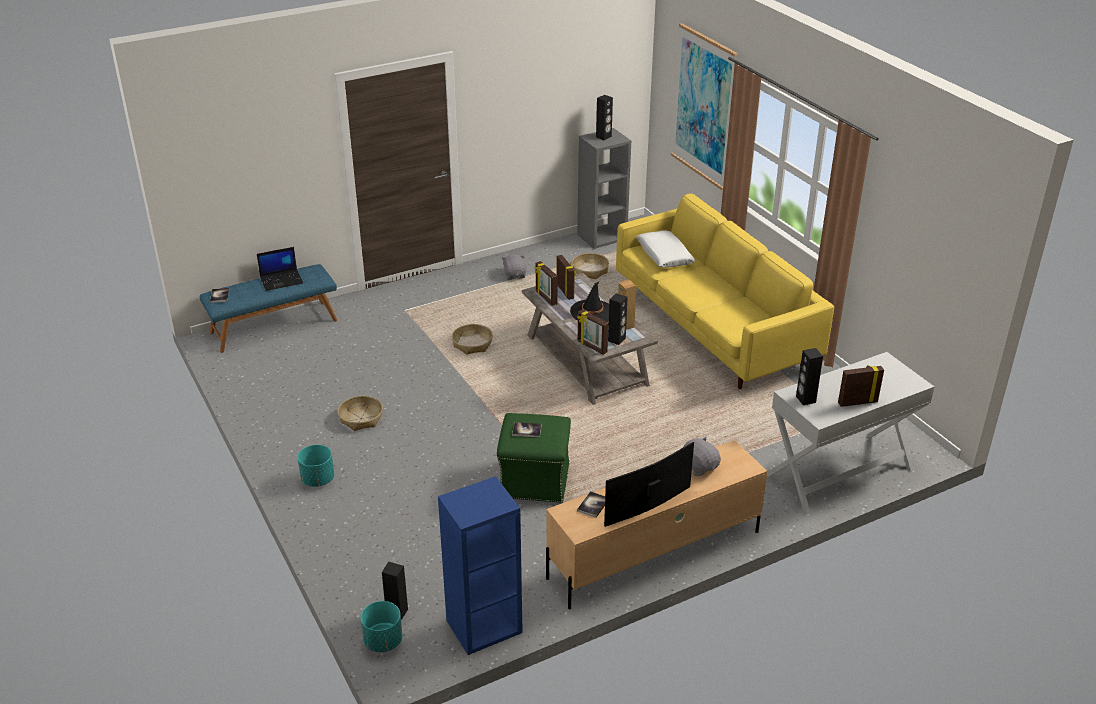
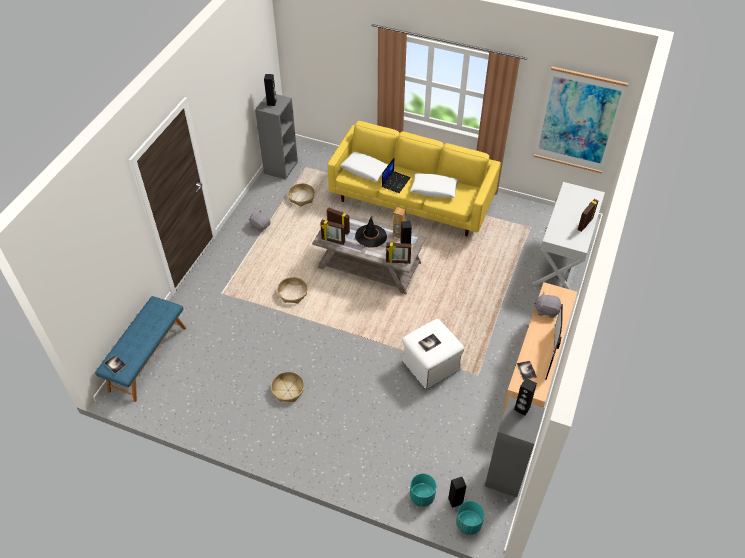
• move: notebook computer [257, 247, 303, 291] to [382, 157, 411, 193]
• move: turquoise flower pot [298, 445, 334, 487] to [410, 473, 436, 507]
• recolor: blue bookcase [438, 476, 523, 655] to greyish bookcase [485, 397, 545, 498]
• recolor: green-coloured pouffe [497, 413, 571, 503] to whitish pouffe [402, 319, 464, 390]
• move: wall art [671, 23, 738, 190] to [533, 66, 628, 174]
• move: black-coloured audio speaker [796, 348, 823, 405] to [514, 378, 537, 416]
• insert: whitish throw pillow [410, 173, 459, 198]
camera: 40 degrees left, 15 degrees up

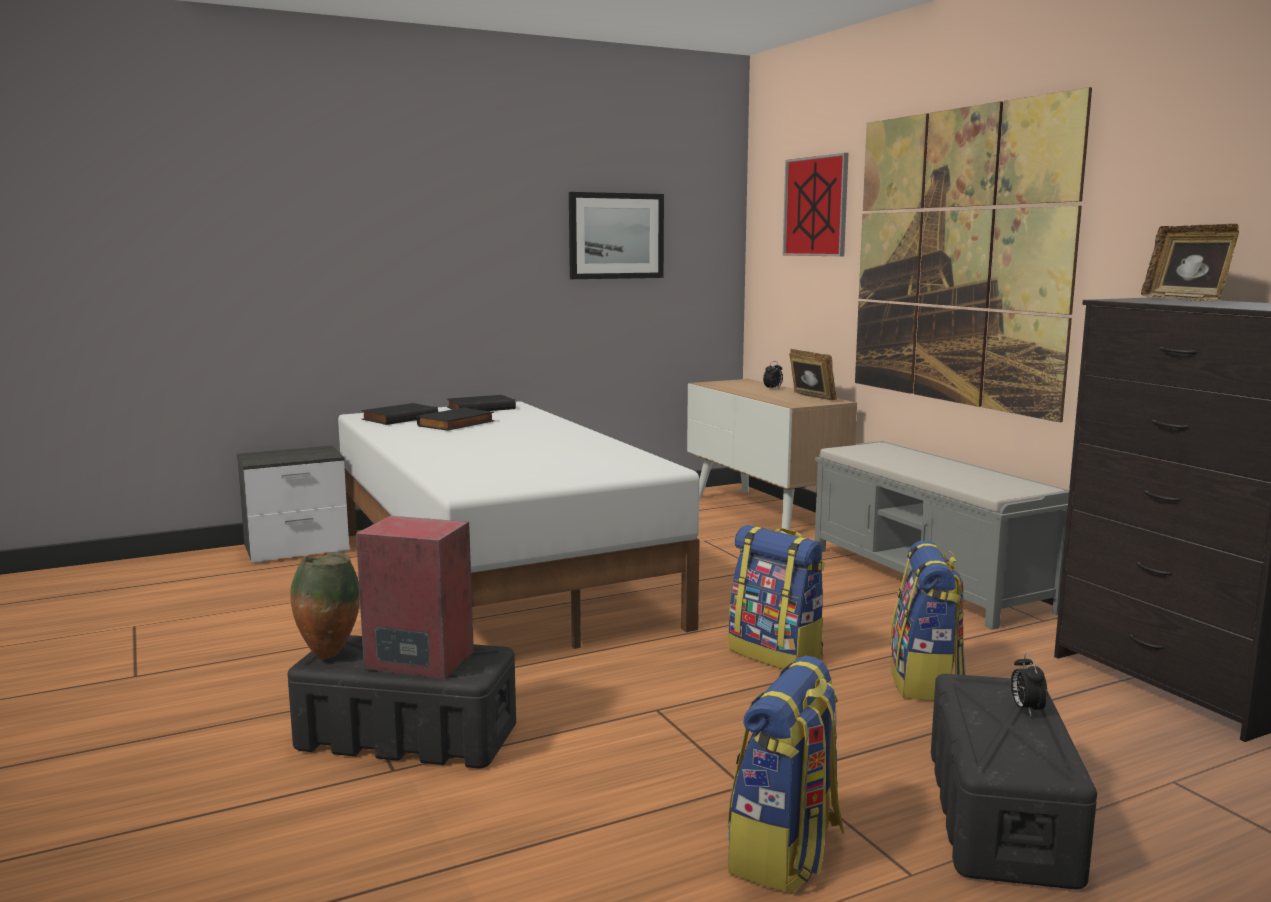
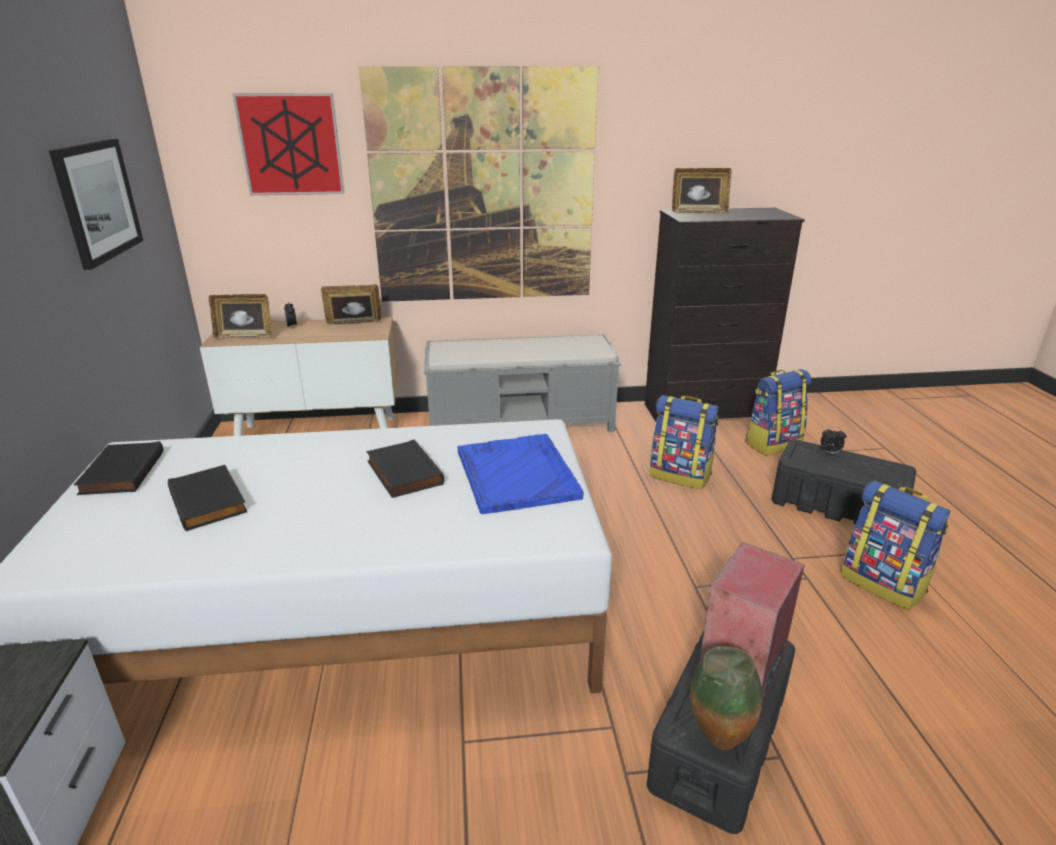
• move: black-coloured book [361, 403, 438, 425] to [366, 440, 444, 498]
• move: rucksack [729, 525, 825, 669] to [746, 369, 811, 455]
• insert: photo frame [209, 294, 272, 339]
• insert: blue tray [457, 434, 584, 514]
camera: 70 degrees left, 15 degrees up

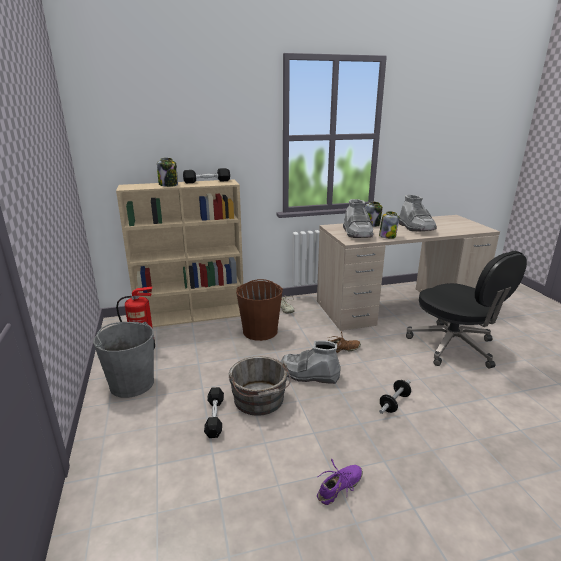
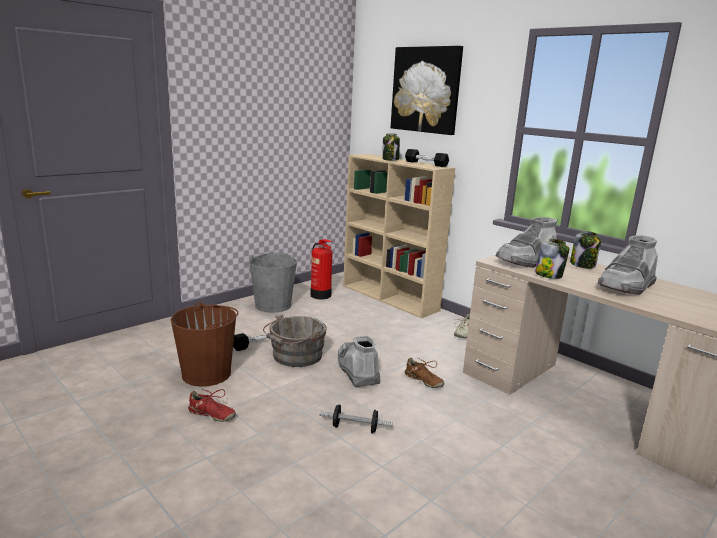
• move: brown bucket [236, 279, 283, 341] to [171, 302, 238, 387]
• recolor: purple low shoe [317, 459, 363, 505] to red-coloured low shoe [188, 389, 236, 422]
• delete: black-coloured computer chair [406, 251, 527, 369]
• insert: wall art [391, 46, 463, 135]
camera: 60 degrees right, 5 degrees down

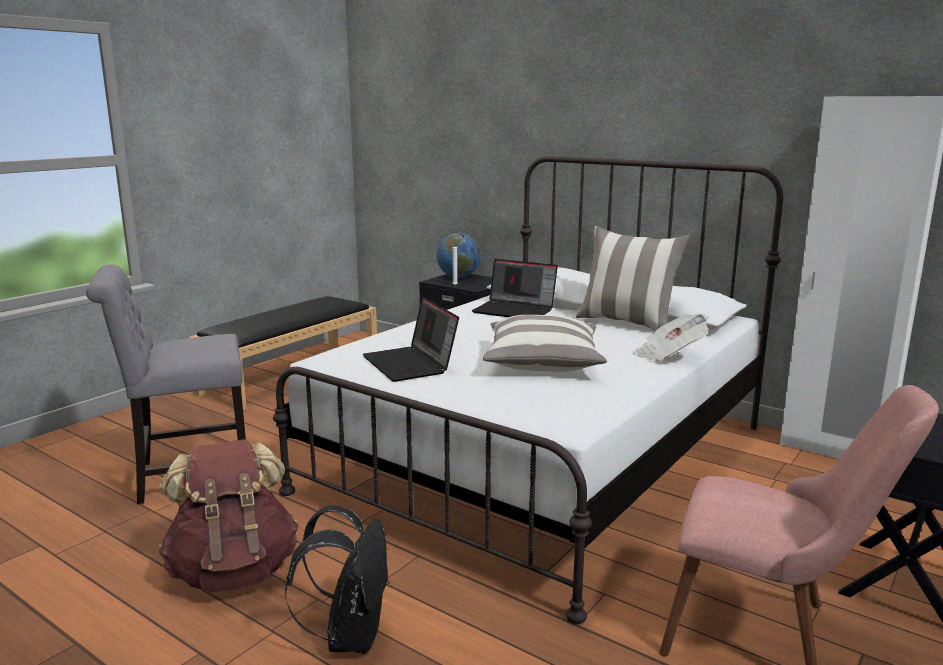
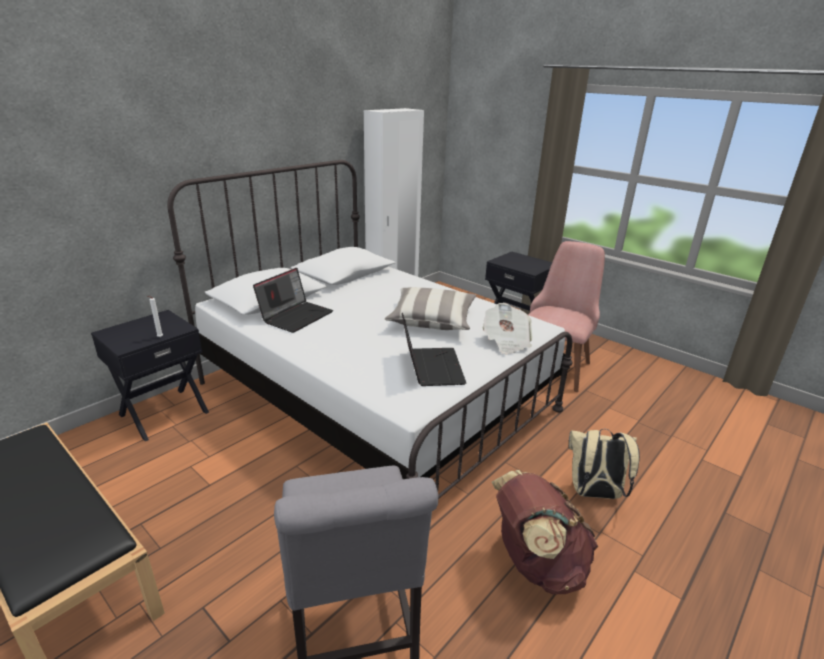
• recolor: black-coloured rucksack [285, 505, 390, 654] to beige-coloured rucksack [569, 429, 640, 499]
• rotate: notebook computer [362, 297, 459, 382] = [402, 312, 466, 386] 75 degrees counterclockwise
• delete: desk globe [437, 233, 481, 278]
• delete: throw pillow [576, 226, 690, 331]
• move: daily paper [633, 314, 709, 361] to [483, 303, 533, 355]
camera: 85 degrees left, 10 degrees up

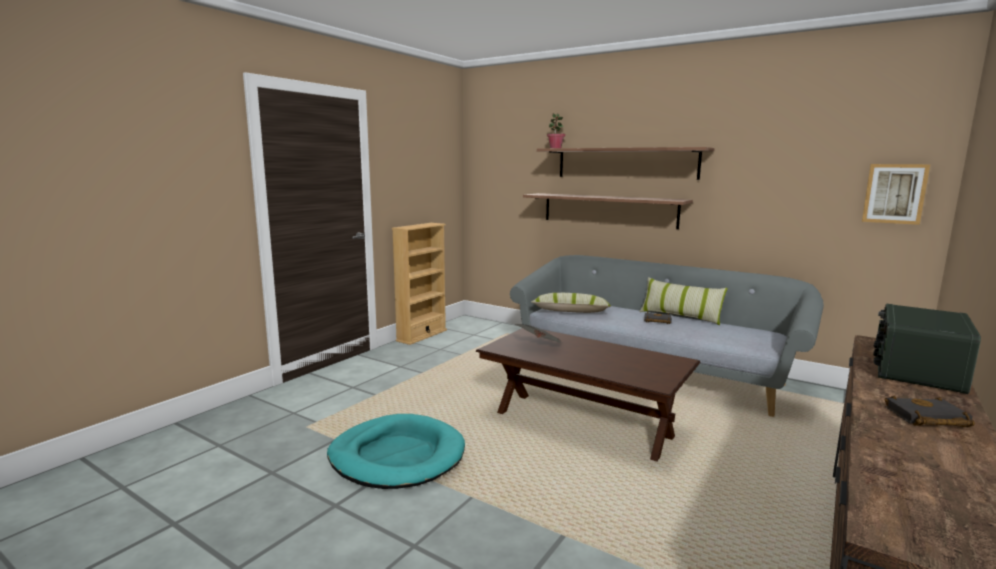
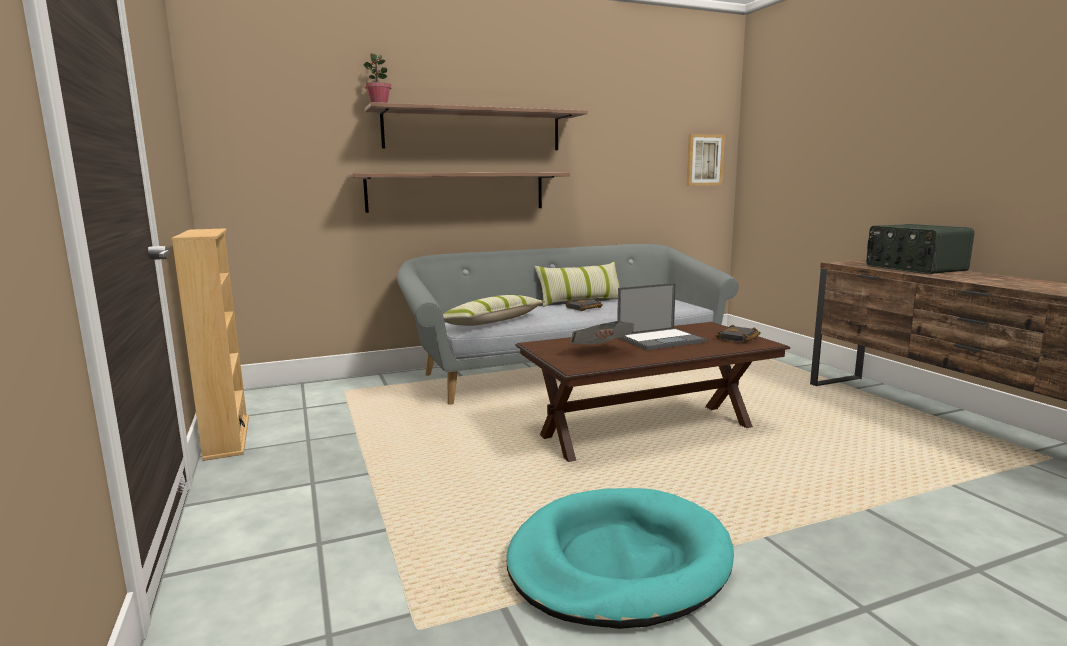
• move: black-coloured book [885, 396, 975, 427] to [715, 325, 761, 343]
• insert: notebook computer [617, 283, 707, 350]
camera: 55 degrees left, 0 degrees up

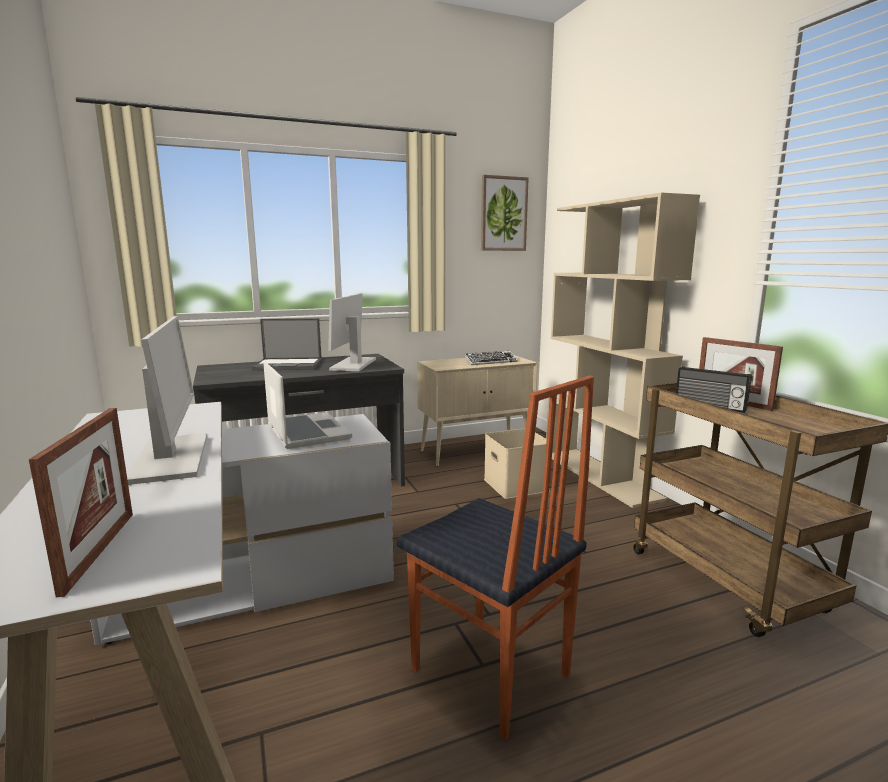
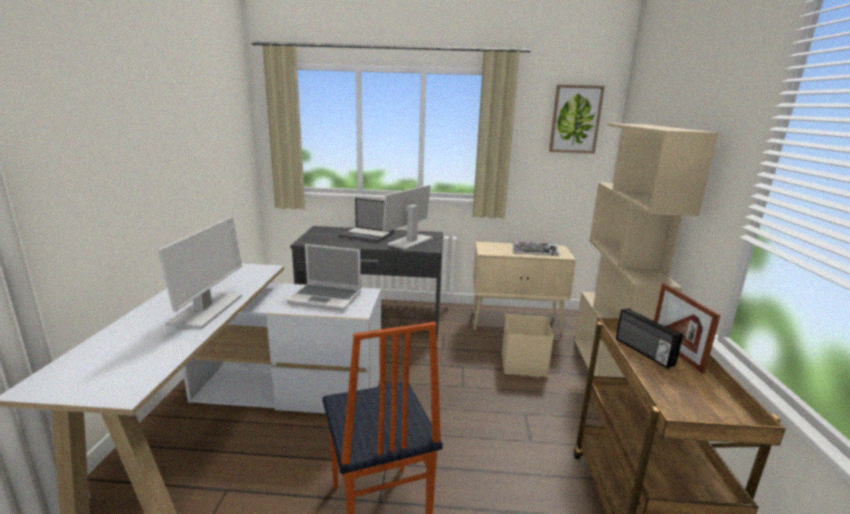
• delete: photo frame [29, 408, 133, 597]
• rotate: notebook computer [263, 362, 352, 449] = [287, 244, 361, 311] 105 degrees clockwise
camera: 25 degrees right, 5 degrees up

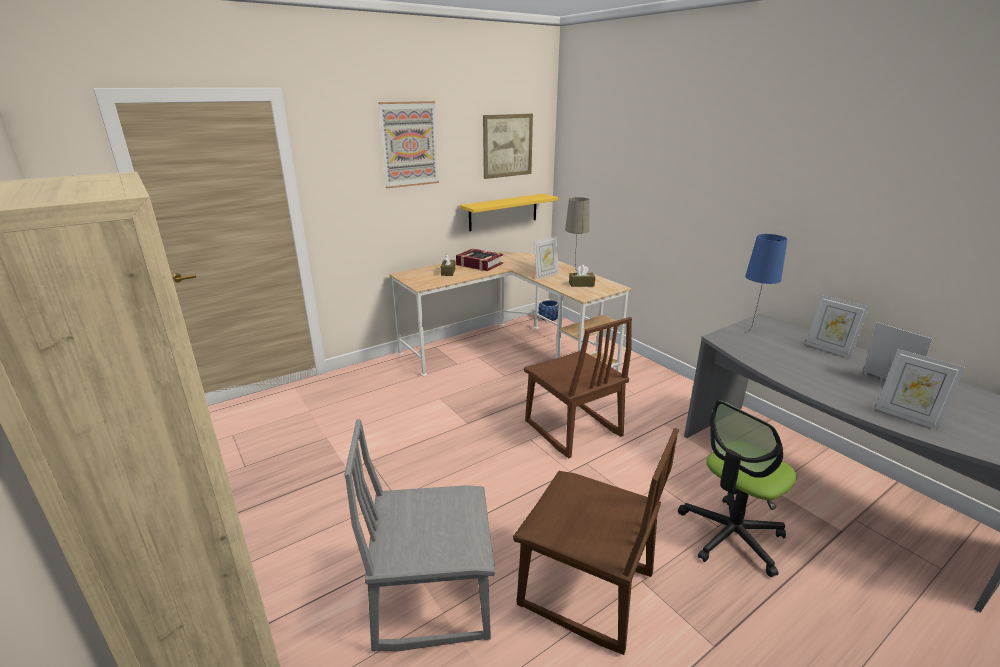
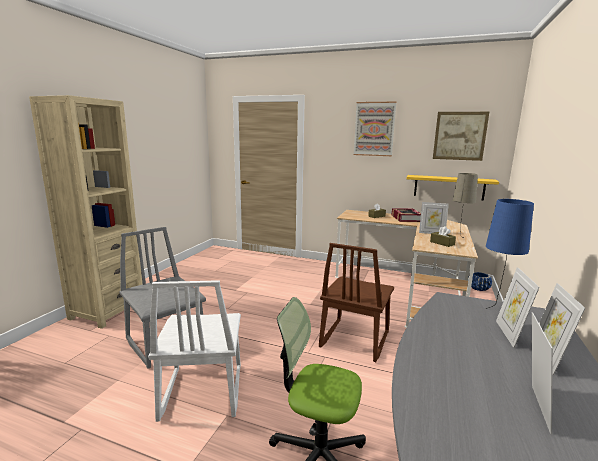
• recolor: brown upright chair [513, 428, 679, 655] to whitish upright chair [148, 280, 241, 422]
• move: photo frame [875, 349, 965, 430] to [496, 267, 540, 348]
camera: 55 degrees right, 10 degrees down

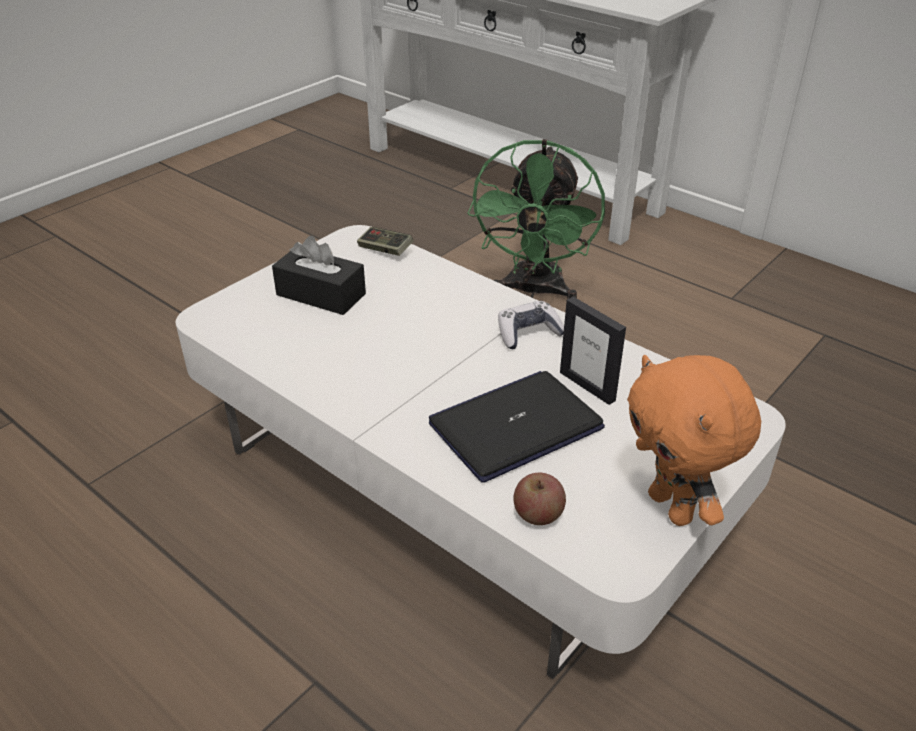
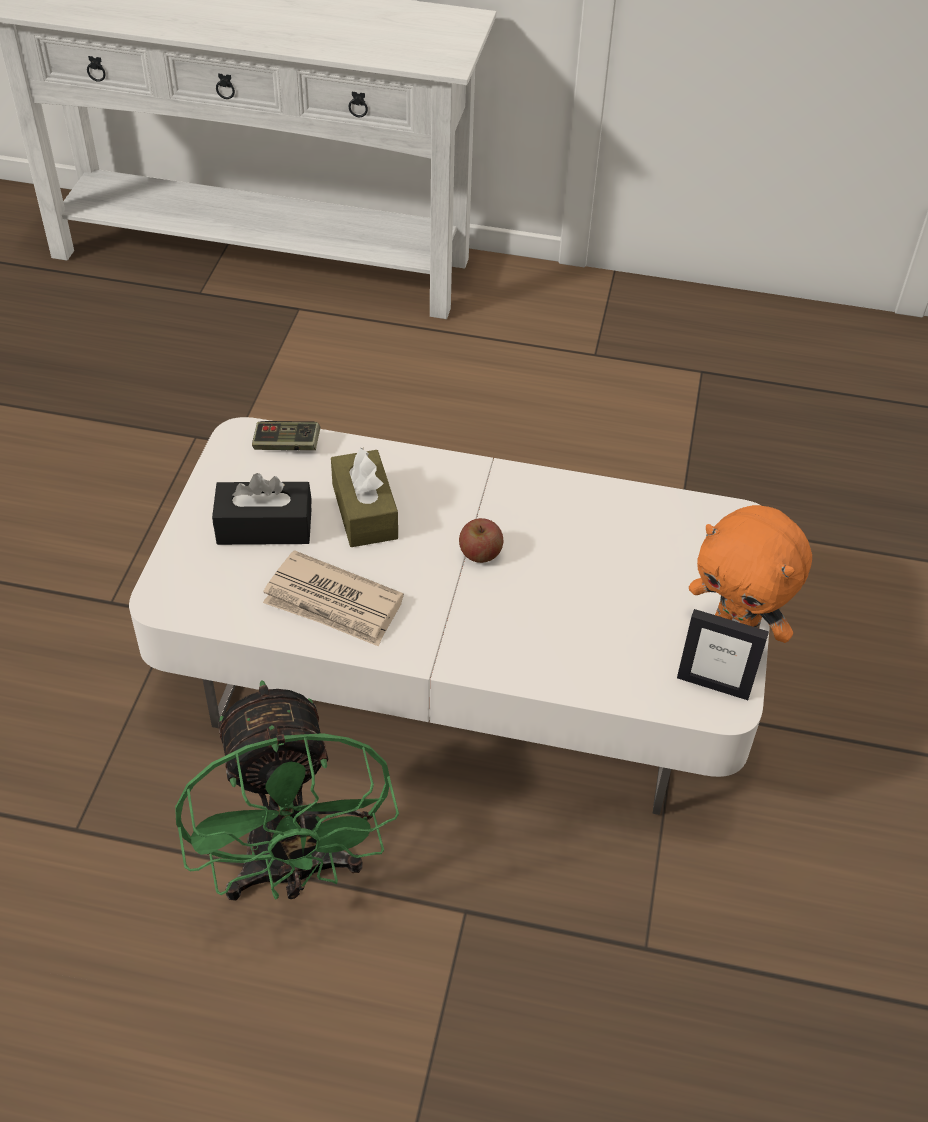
• delete: notebook computer [429, 371, 605, 483]
• move: green-coloured electric fan [467, 139, 605, 300] to [175, 680, 399, 901]
• delete: gamepad [498, 301, 564, 349]
• move: apple fruit [514, 472, 566, 525] to [459, 518, 503, 563]
• move: photo frame [560, 297, 626, 405] to [677, 609, 769, 700]
• insert: daily paper [263, 550, 404, 647]
• insert: brown tissue holder [331, 447, 398, 547]
camera: 30 degrees left, 10 degrees up

